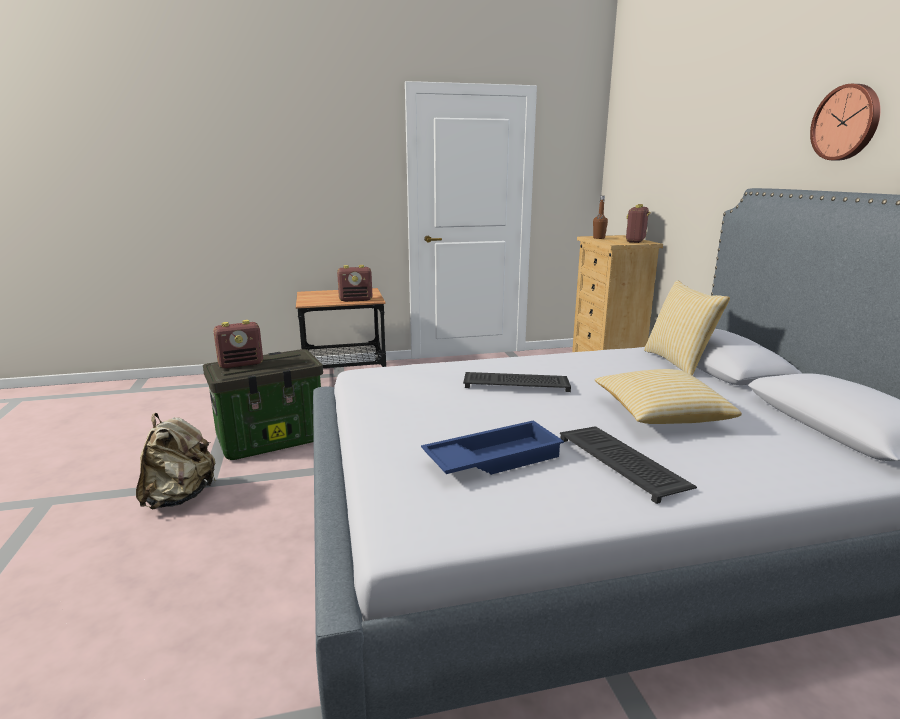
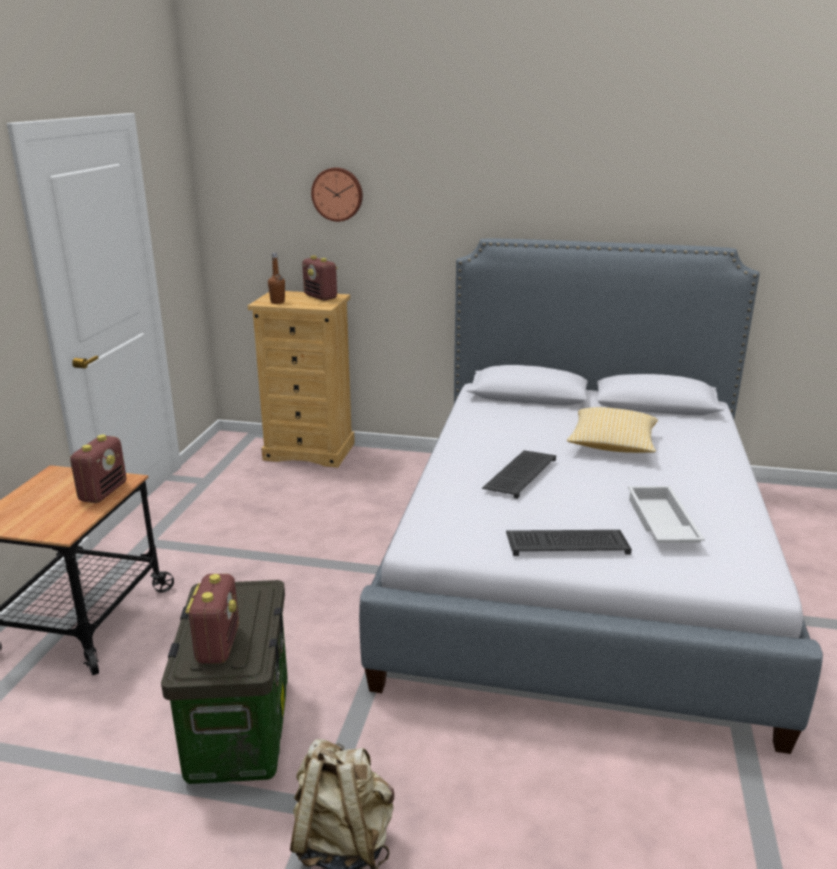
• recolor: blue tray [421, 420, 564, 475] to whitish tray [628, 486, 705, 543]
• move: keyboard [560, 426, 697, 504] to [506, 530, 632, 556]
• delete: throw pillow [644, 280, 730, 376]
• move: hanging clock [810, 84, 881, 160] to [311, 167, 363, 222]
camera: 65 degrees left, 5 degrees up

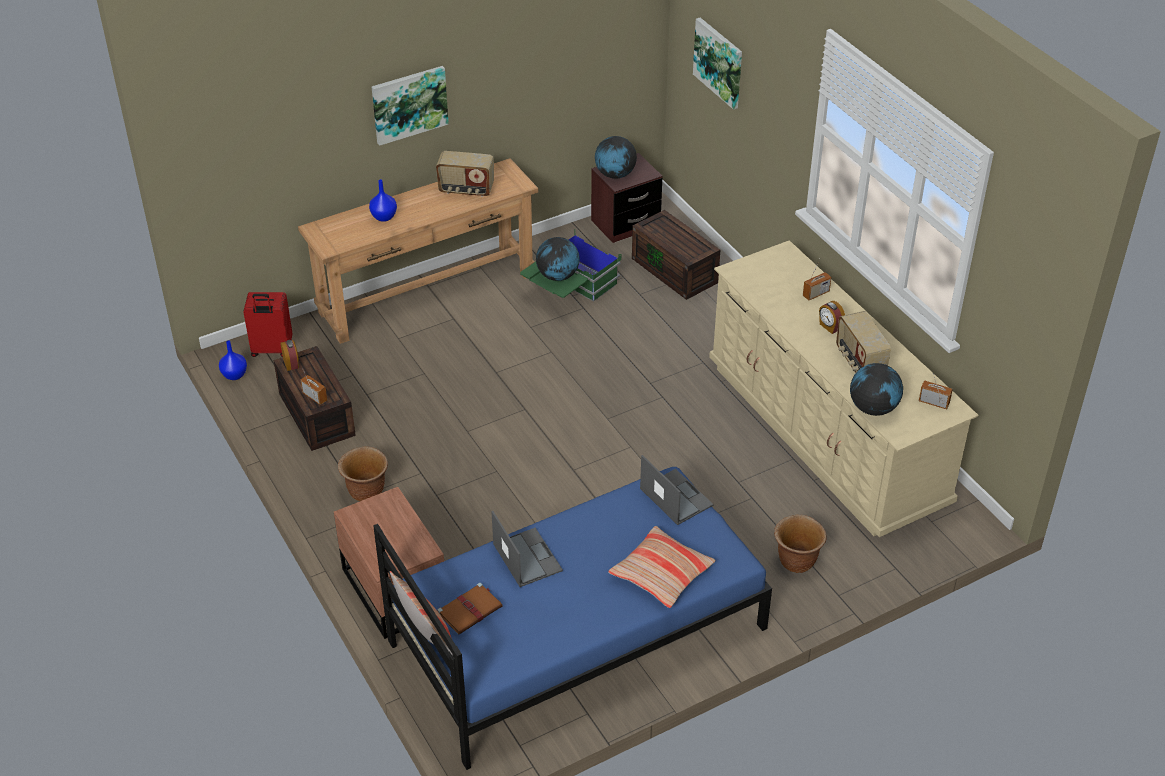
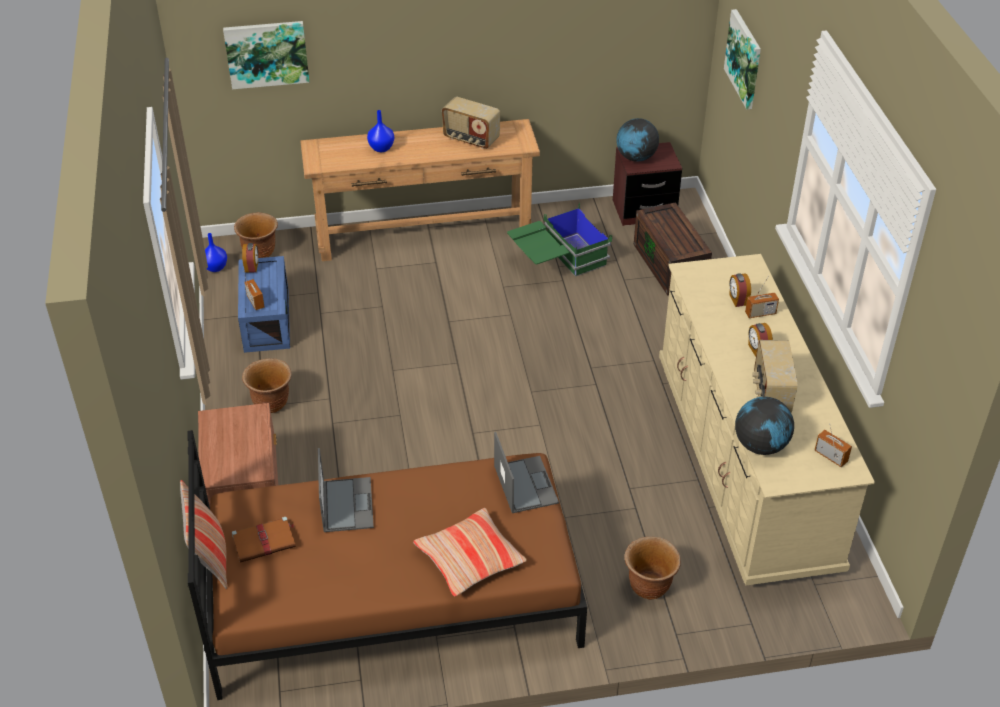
• replace: red-coloured piece of luggage [243, 292, 293, 357] to brown flower pot [234, 212, 278, 258]
• recolor: brown storage bin [274, 346, 356, 451] to blue storage bin [238, 256, 290, 353]
• move: wall art [372, 66, 449, 146] to [223, 21, 310, 89]
• recolor: blue bedroom bed [373, 467, 772, 770] to brown bedroom bed [188, 430, 587, 700]
• delete: desk globe [536, 237, 580, 281]
• insert: bedside clock [729, 273, 751, 307]
camera: 20 degrees right, 0 degrees up

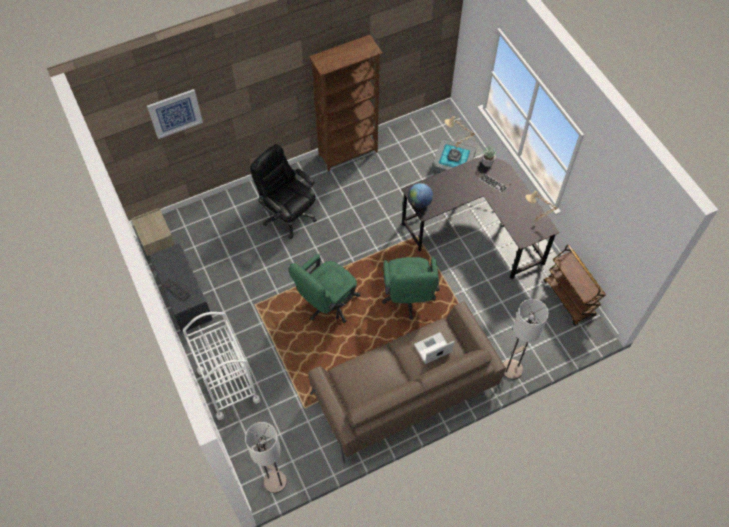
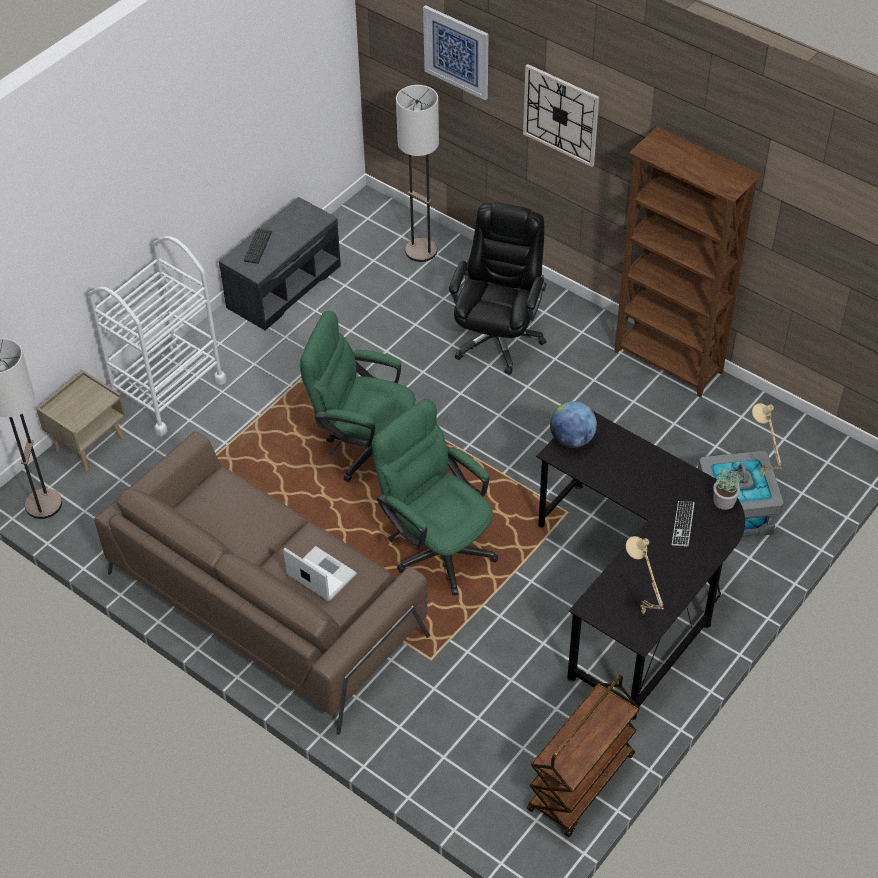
• move: beige-coloured bedside table [132, 208, 175, 256] to [36, 370, 126, 471]
• rotate: green-coloured computer chair [382, 257, 439, 319] = [372, 399, 498, 595] 75 degrees clockwise
• move: standing lamp [503, 299, 549, 380] to [396, 85, 439, 262]
• insert: hanging clock [523, 64, 599, 167]
camera: 65 degrees right, 10 degrees down

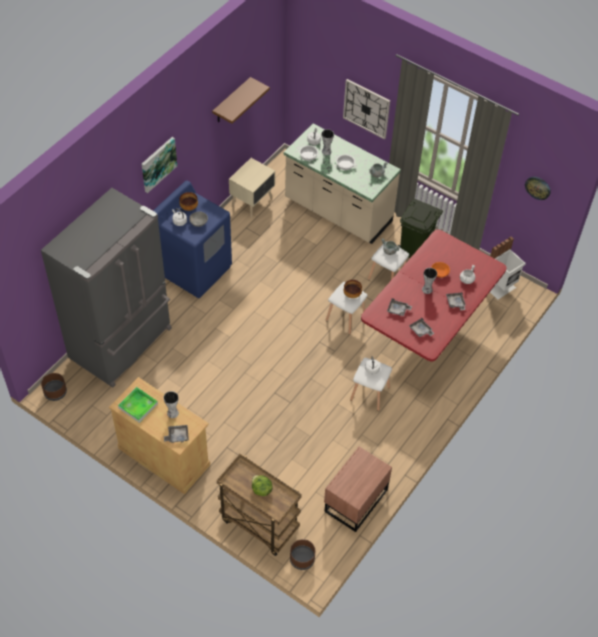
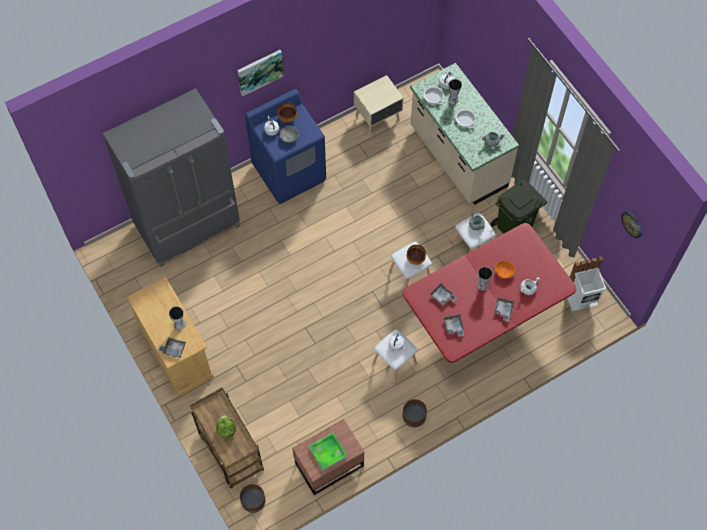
• move: brown flower pot [41, 373, 67, 401] to [402, 399, 427, 427]
• move: tray [118, 387, 158, 423] to [309, 433, 347, 471]
• delete: brown bracket shelf [212, 77, 270, 124]
• delete: hanging clock [343, 79, 390, 140]
camera: 25 degrees right, 10 degrees up

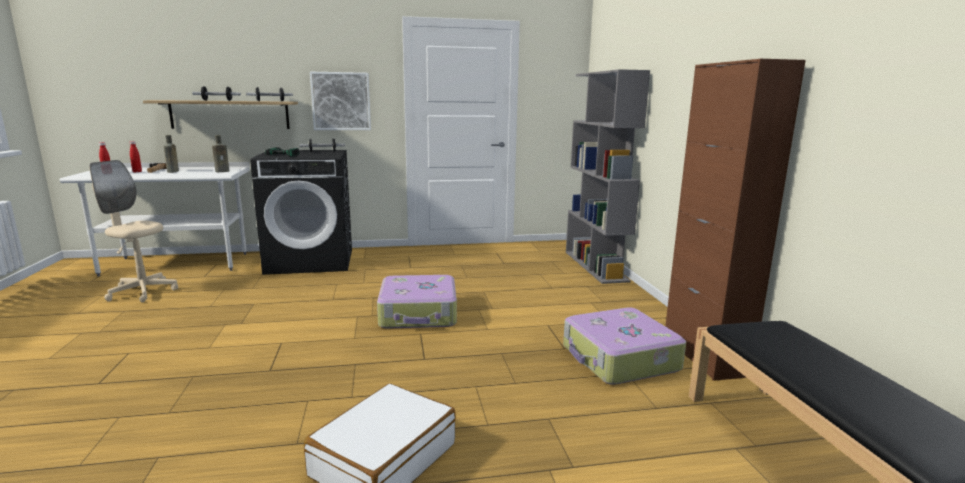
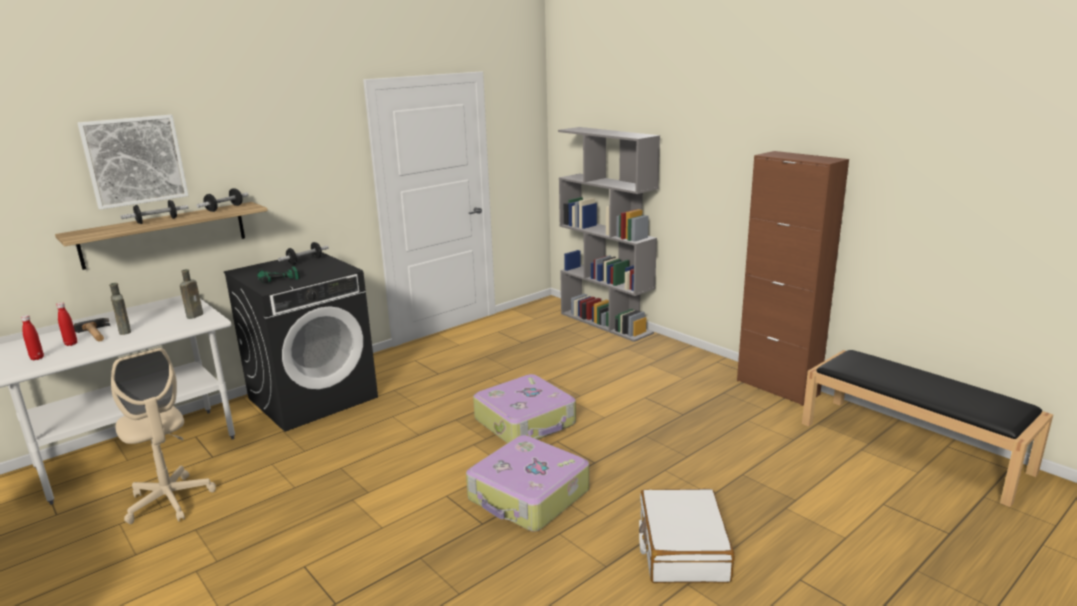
• rotate: beige-coloured computer chair [89, 160, 178, 303] = [111, 348, 216, 524] 120 degrees counterclockwise
• move: wall art [310, 72, 371, 130] to [78, 115, 189, 210]
• move: piece of luggage [563, 307, 686, 385] to [466, 435, 589, 531]
camera: 30 degrees left, 5 degrees up

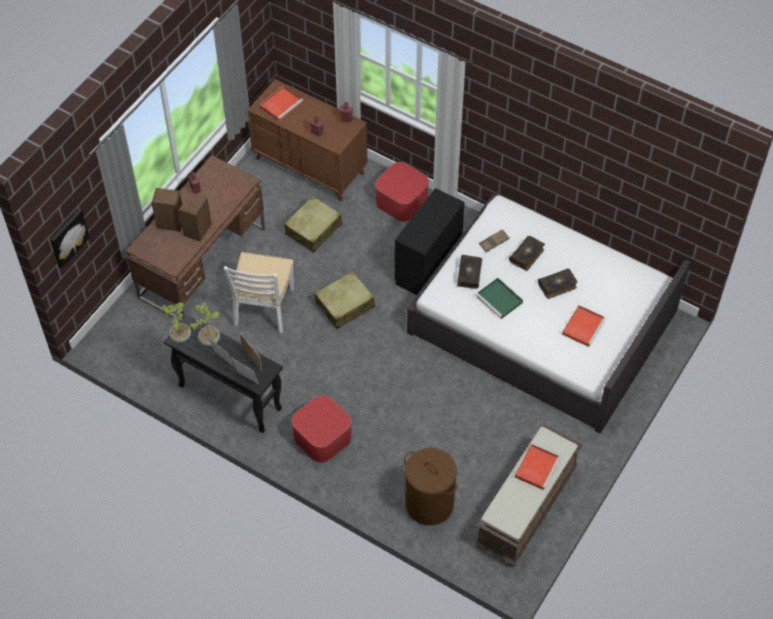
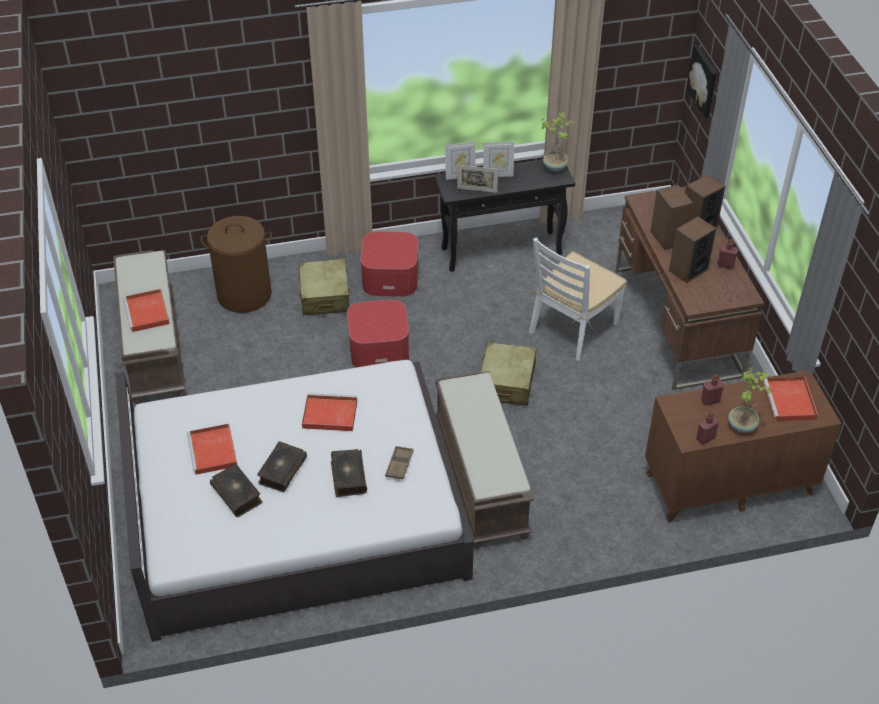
• move: houseplant [189, 303, 220, 346] to [728, 367, 773, 433]
• rotate: whitish upright chair [224, 252, 294, 333] = [529, 238, 627, 361] 105 degrees counterclockwise
• move: beige-coloured piece of luggage [284, 196, 342, 253] to [298, 259, 350, 315]
• move: pouffe [375, 162, 429, 222] to [347, 299, 409, 368]
• replace: black-coloured drawer chest [394, 188, 465, 295] to brown indoor bench [434, 371, 534, 548]
• move: book [457, 255, 482, 289] to [210, 464, 262, 517]
• recolor: green-coloured tray [476, 278, 523, 319] to red-coloured tray [302, 393, 357, 431]
• insert: audio speaker [669, 216, 716, 283]
camera: 135 degrees right, 10 degrees down

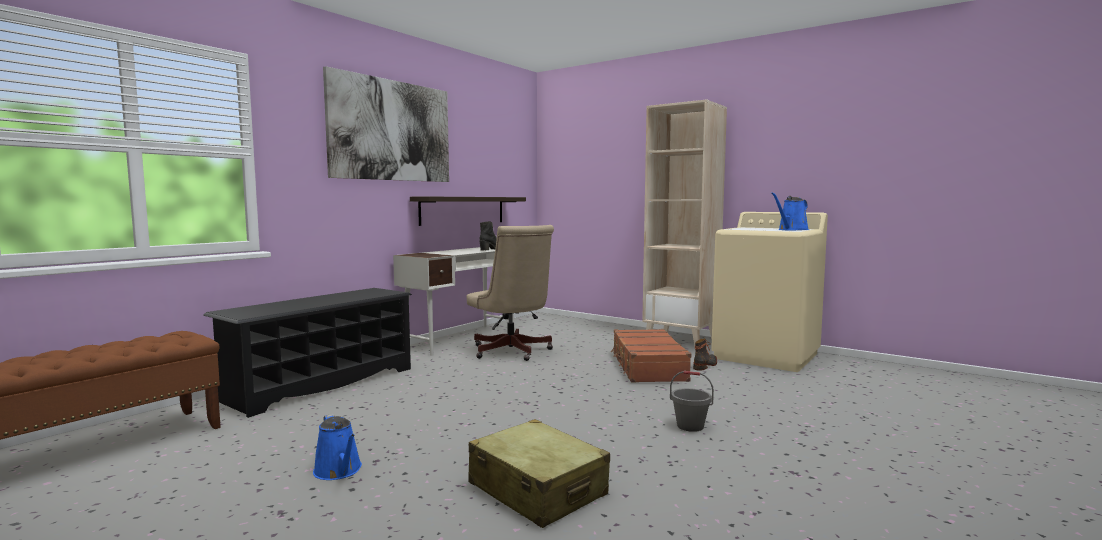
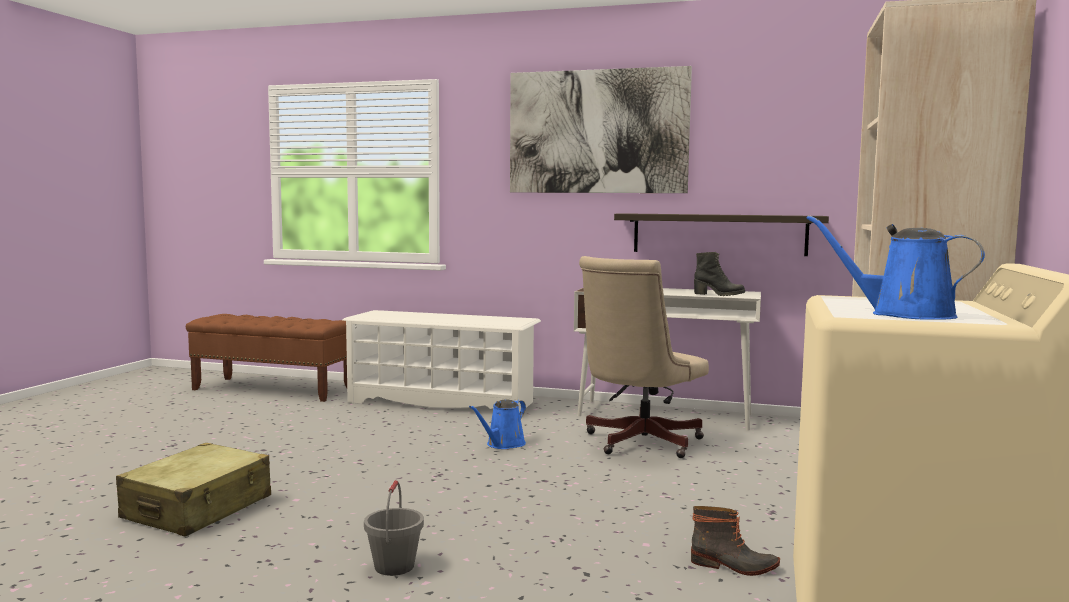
• recolor: black-coloured shoe stand [203, 288, 412, 418] to whitish shoe stand [342, 310, 541, 413]
• move: blue watering pot [313, 414, 362, 480] to [469, 399, 526, 449]
• delete: brown piece of luggage [611, 329, 691, 383]
camera: 70 degrees right, 0 degrees up

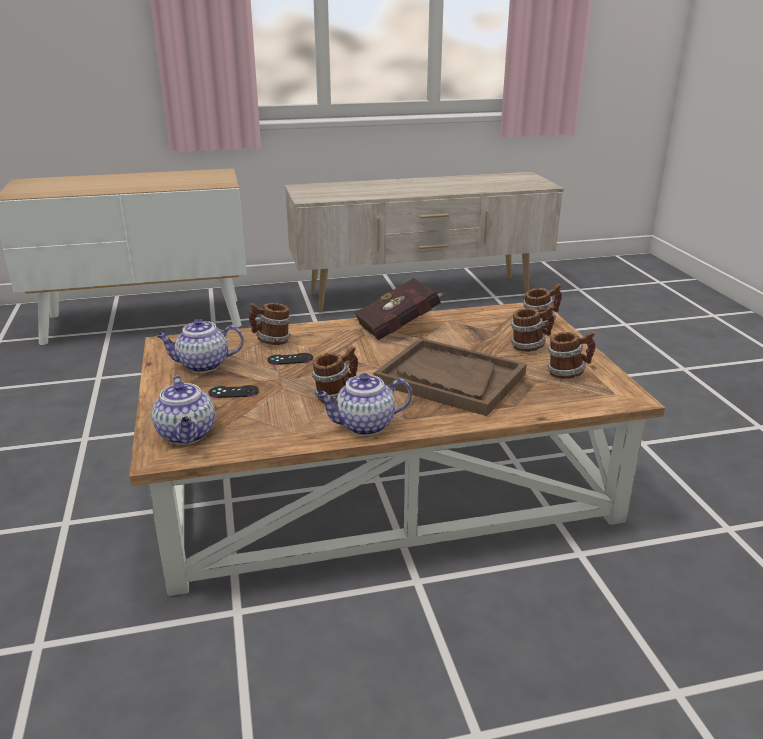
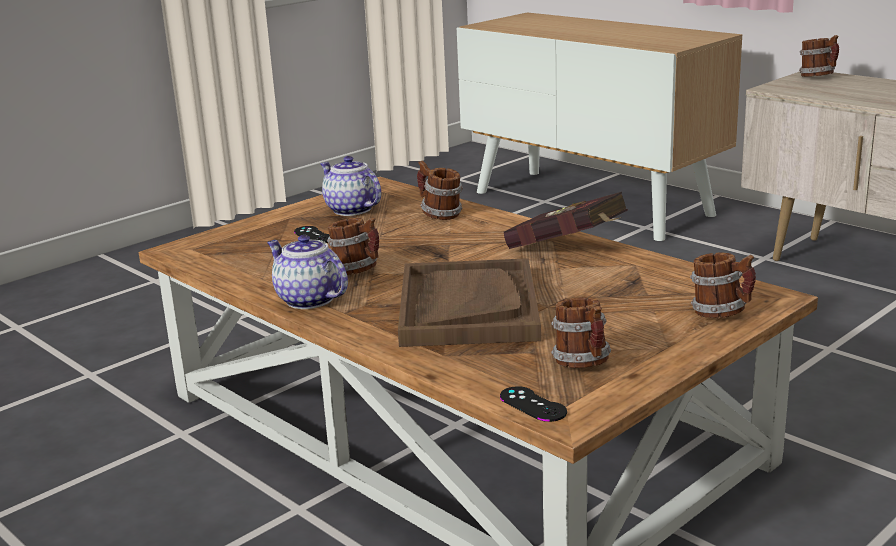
• delete: tea pot [152, 376, 215, 445]
• move: black-coloured gamepad [267, 353, 313, 365] to [500, 386, 567, 422]
• move: coffee mug [511, 306, 554, 352] to [799, 35, 839, 77]
camera: 60 degrees right, 5 degrees down

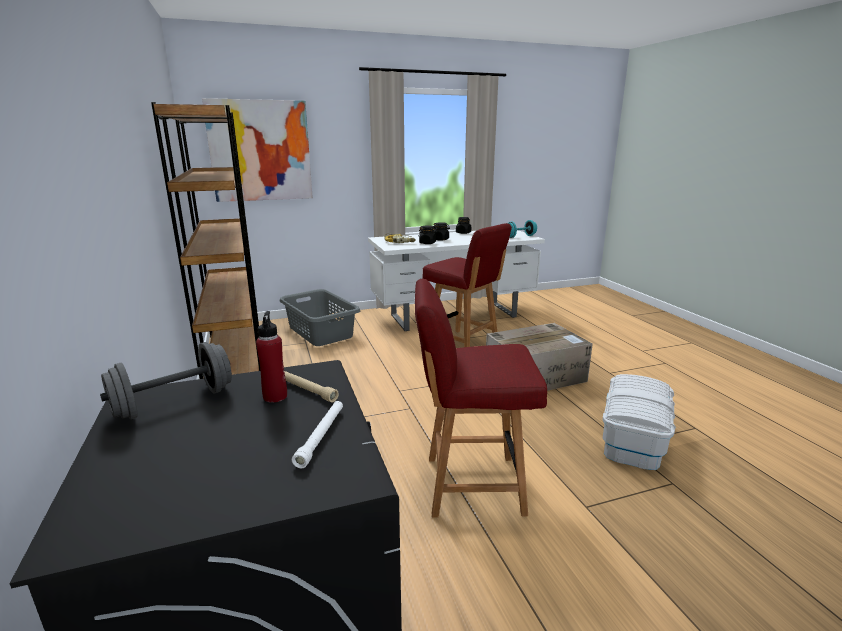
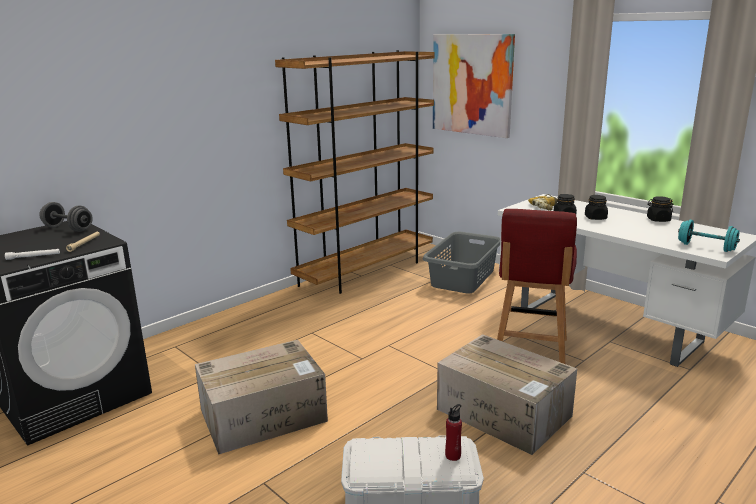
• move: red-coloured beverage bottle [256, 311, 287, 403] to [445, 404, 462, 461]
• replace: red-coloured upright chair [415, 279, 547, 517] to cardboard box [195, 340, 328, 455]
camera: 65 degrees right, 0 degrees up

